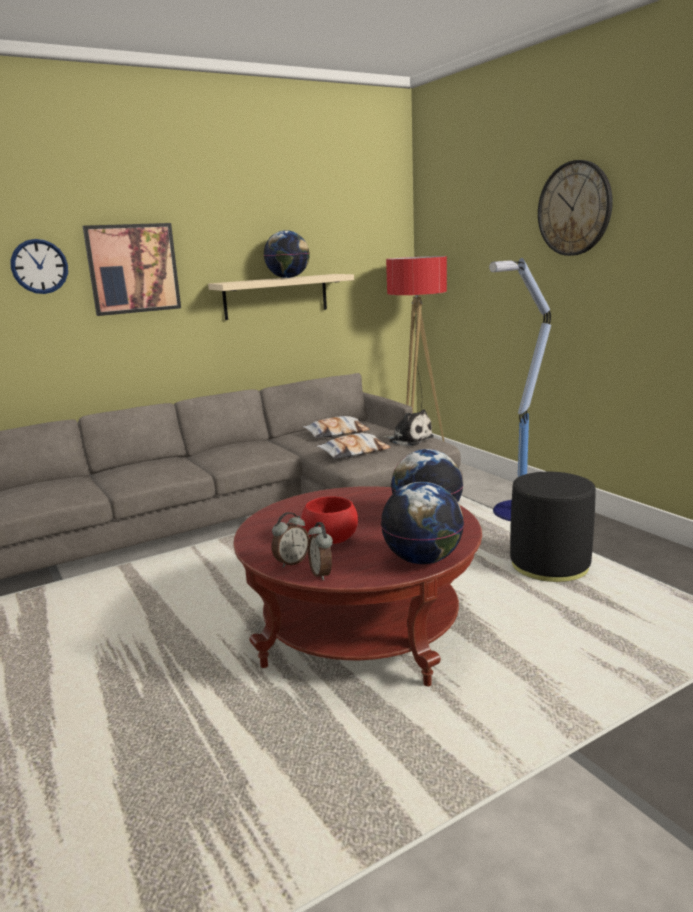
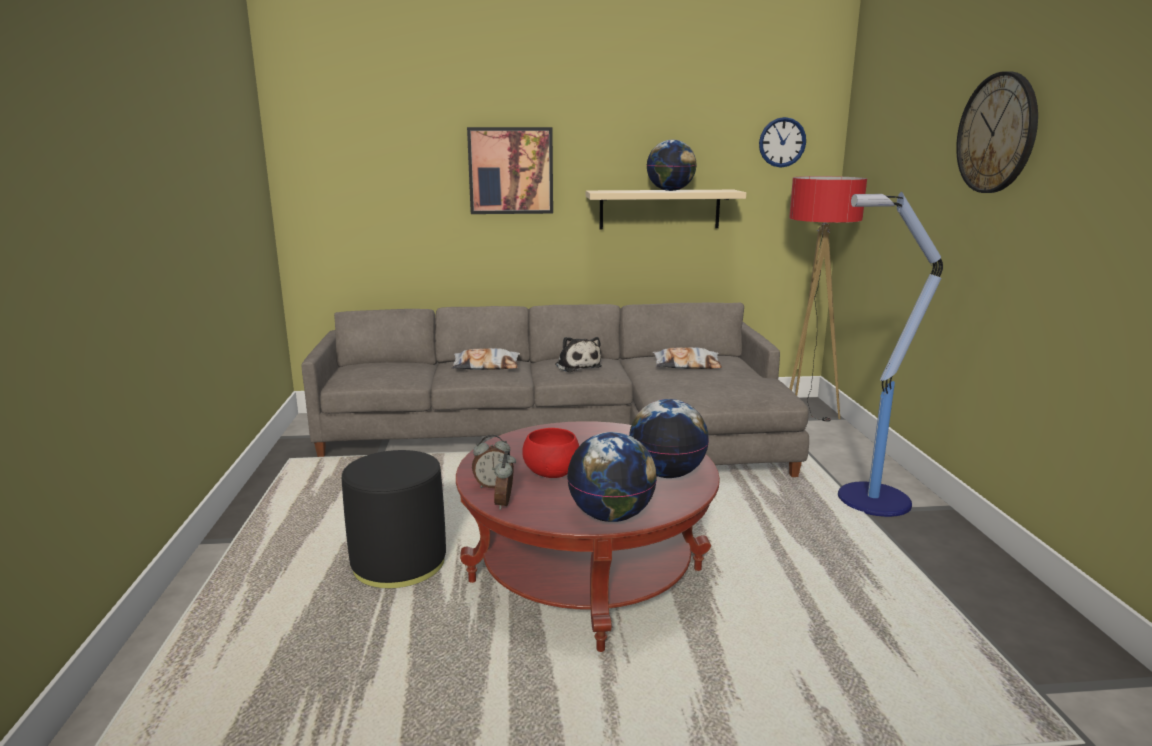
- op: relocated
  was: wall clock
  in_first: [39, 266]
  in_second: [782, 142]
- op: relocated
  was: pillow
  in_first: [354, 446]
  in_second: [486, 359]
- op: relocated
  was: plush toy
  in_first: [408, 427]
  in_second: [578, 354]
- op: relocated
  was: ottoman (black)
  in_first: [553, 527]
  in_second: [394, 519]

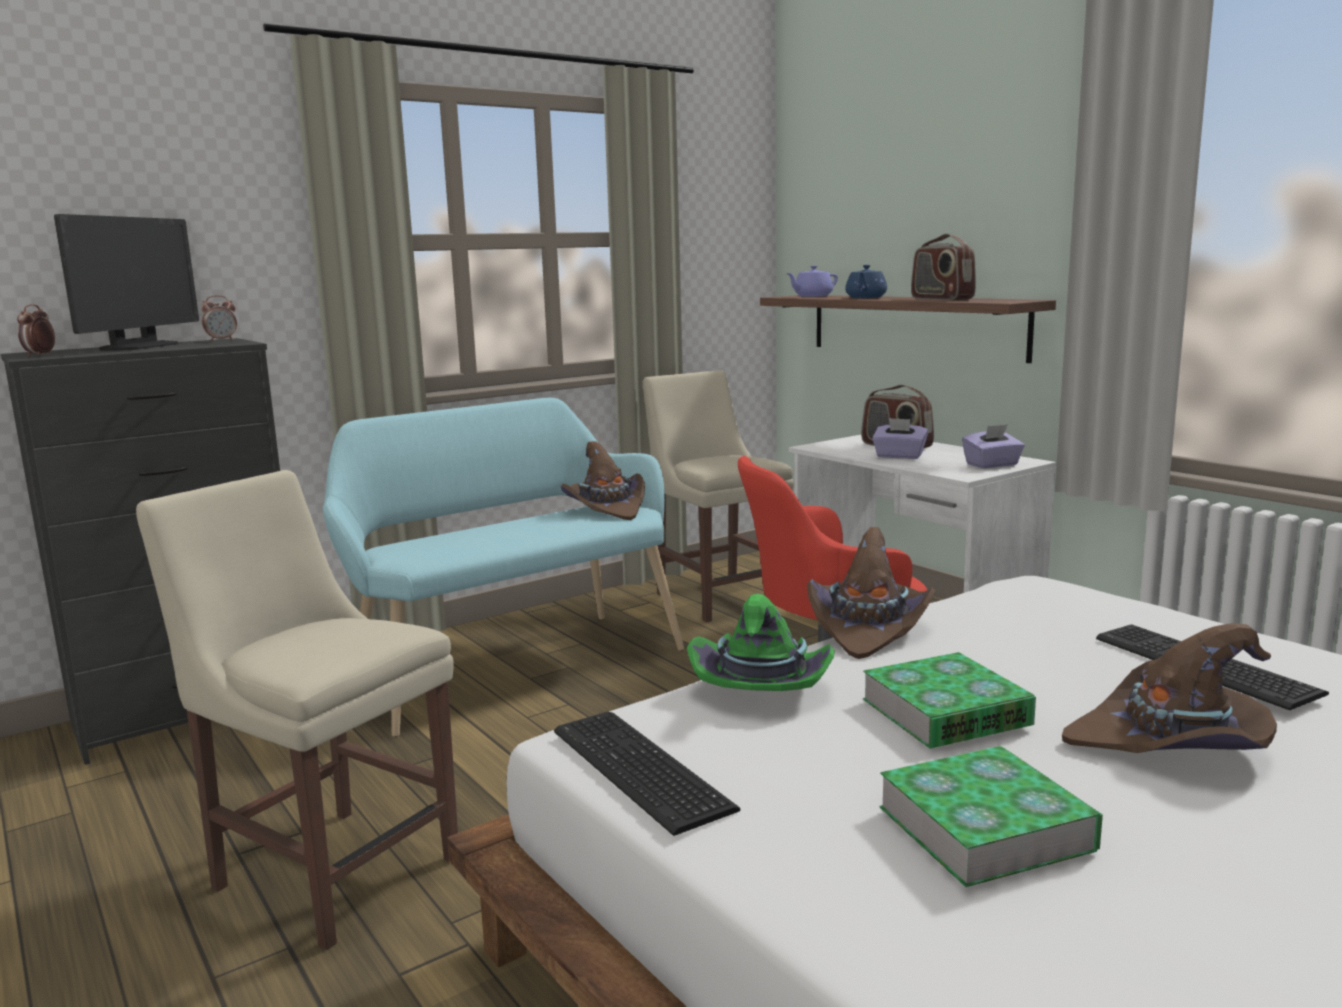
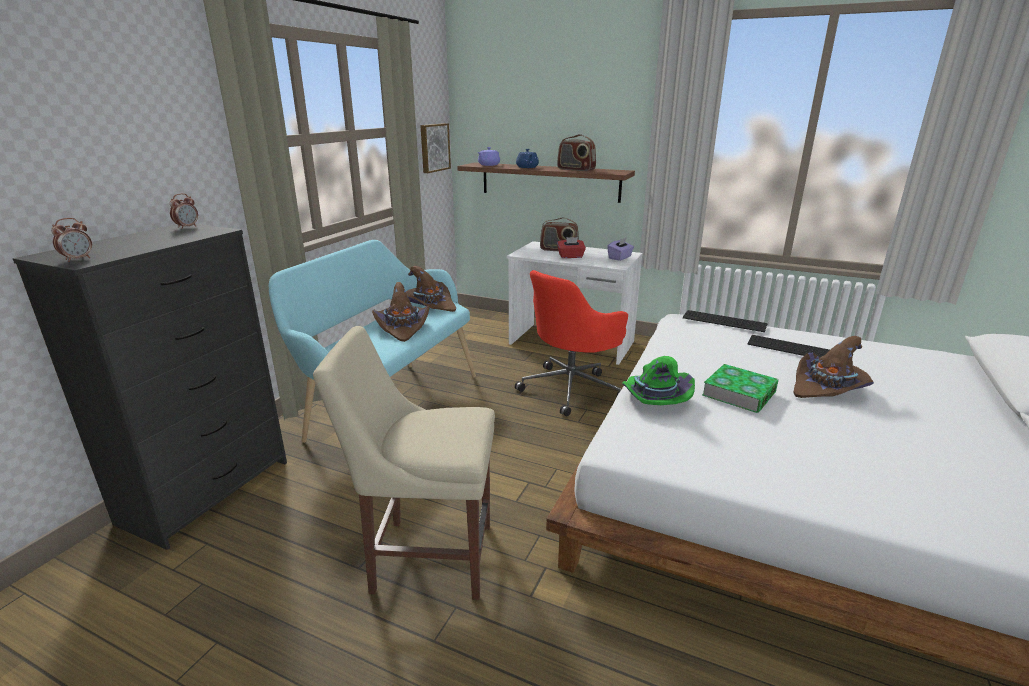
- op: missing
  was: monitor
  in_first: [126, 282]
- op: missing
  was: chair (beige)
  in_first: [718, 496]
- op: missing
  was: book
  in_first: [991, 816]
- op: appeared
  now: picture
  in_second: [435, 148]
- op: relocated
  was: keyboard
  in_first: [647, 774]
  in_second: [725, 321]
- op: relocated
  was: hat (brown)
  in_first: [871, 593]
  in_second: [400, 312]
- op: colour
  was: tissue box (purple)
  now: tissue box (red)
  in_first: [900, 438]
  in_second: [571, 247]
- op: spun
  was: alarm clock
  in_first: [36, 330]
  in_second: [71, 240]
  clockwise: -120

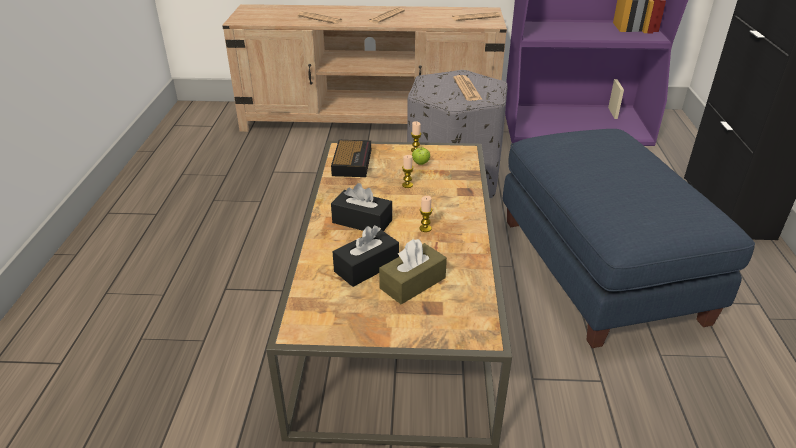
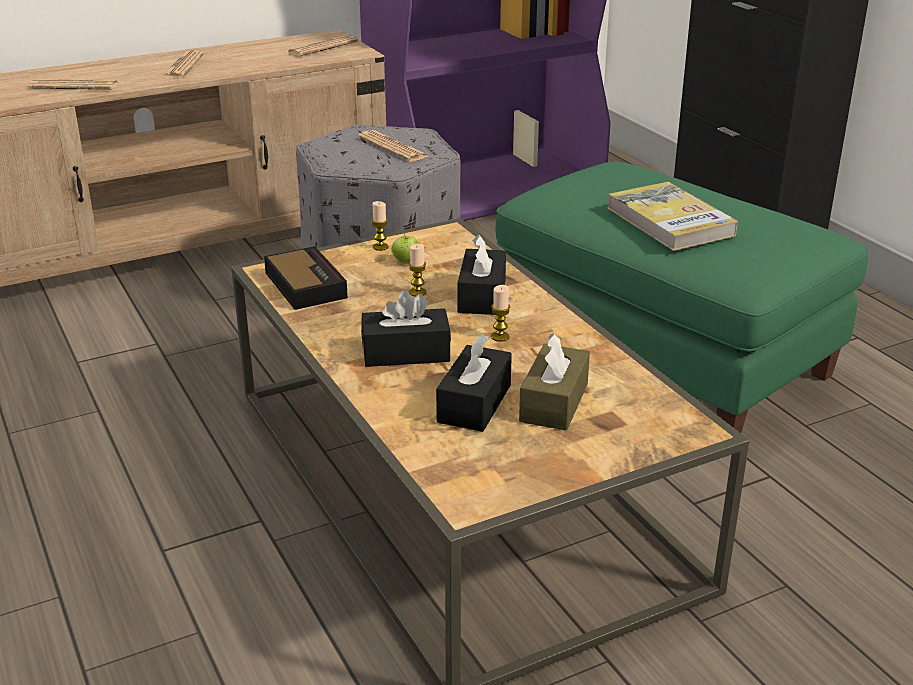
- op: appeared
  now: tissue box (black)
  in_second: [482, 275]
- op: appeared
  now: book
  in_second: [672, 216]
- op: colour
  was: ottoman (blue)
  now: ottoman (green)
  in_first: [629, 238]
  in_second: [682, 297]

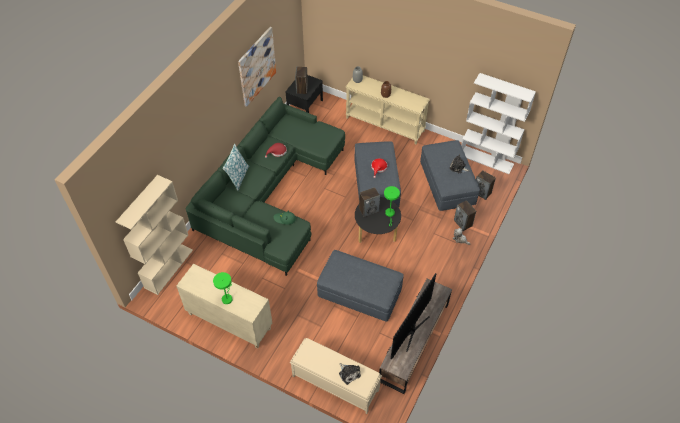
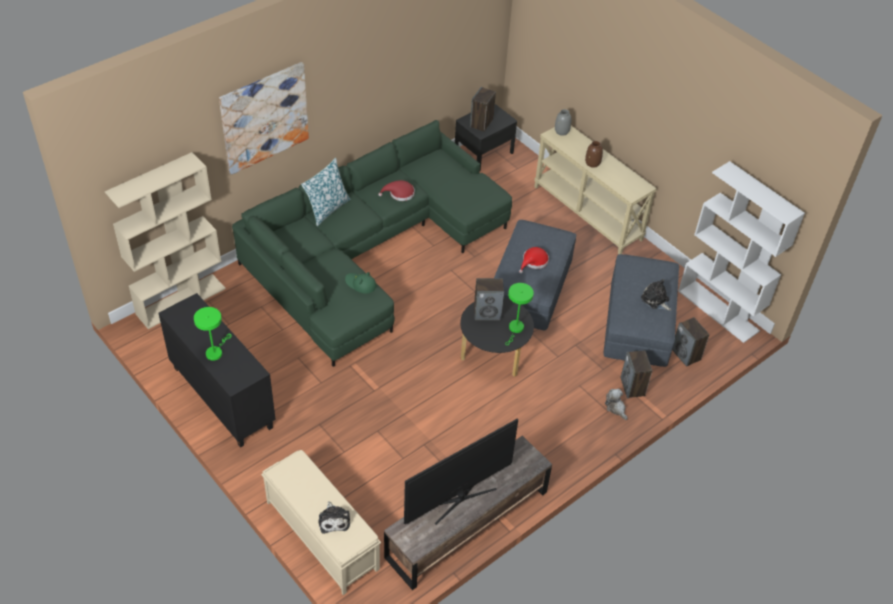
- op: missing
  was: ottoman (grey)
  in_first: [360, 286]
- op: relocated
  was: picture
  in_first: [257, 67]
  in_second: [264, 118]
- op: colour
  was: cabinet (beige)
  now: cabinet (black)
  in_first: [224, 306]
  in_second: [217, 370]

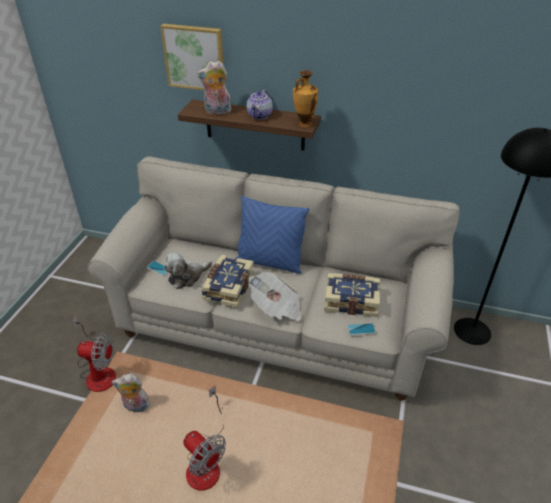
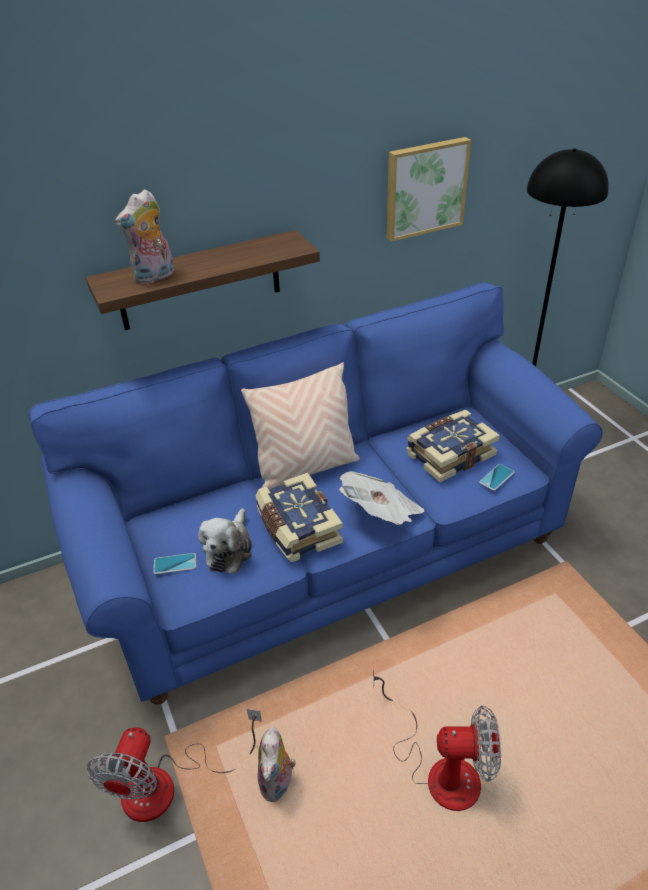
- op: missing
  was: teapot
  in_first: [259, 104]
- op: missing
  was: vase
  in_first: [305, 98]
- op: relocated
  was: picture
  in_first: [192, 57]
  in_second: [429, 189]
- op: colour
  was: sofa (beige)
  now: sofa (blue)
  in_first: [273, 278]
  in_second: [315, 493]
- op: colour
  was: pillow (blue)
  now: pillow (beige)
  in_first: [272, 234]
  in_second: [300, 425]
- op: spun
  was: fan
  in_first: [94, 354]
  in_second: [174, 765]
  clockwise: 135
- op: spun
  was: plush toy
  in_first: [131, 393]
  in_second: [277, 764]
  clockwise: -45

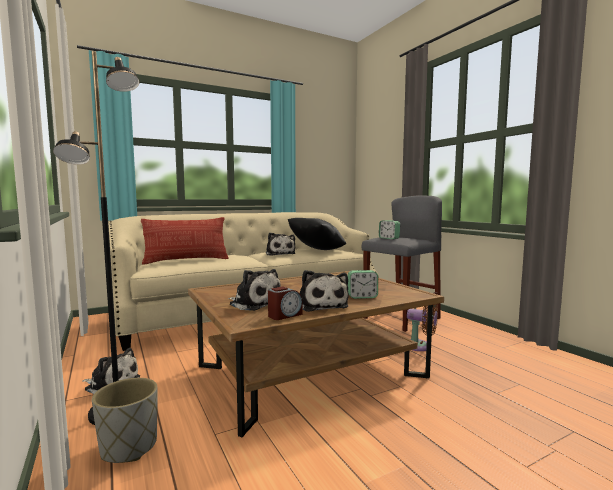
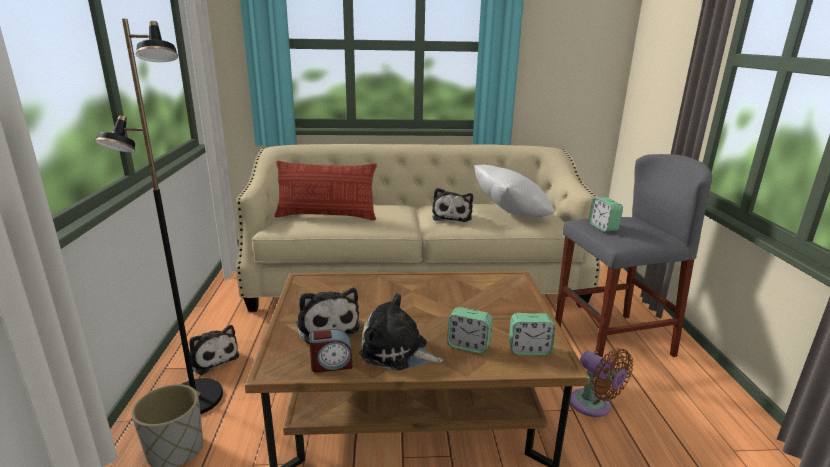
- op: appeared
  now: alarm clock
  in_second: [532, 334]
- op: colour
  was: pillow (black)
  now: pillow (white)
  in_first: [317, 234]
  in_second: [514, 191]
- op: spun
  was: plush toy
  in_first: [324, 291]
  in_second: [401, 332]
  clockwise: 105

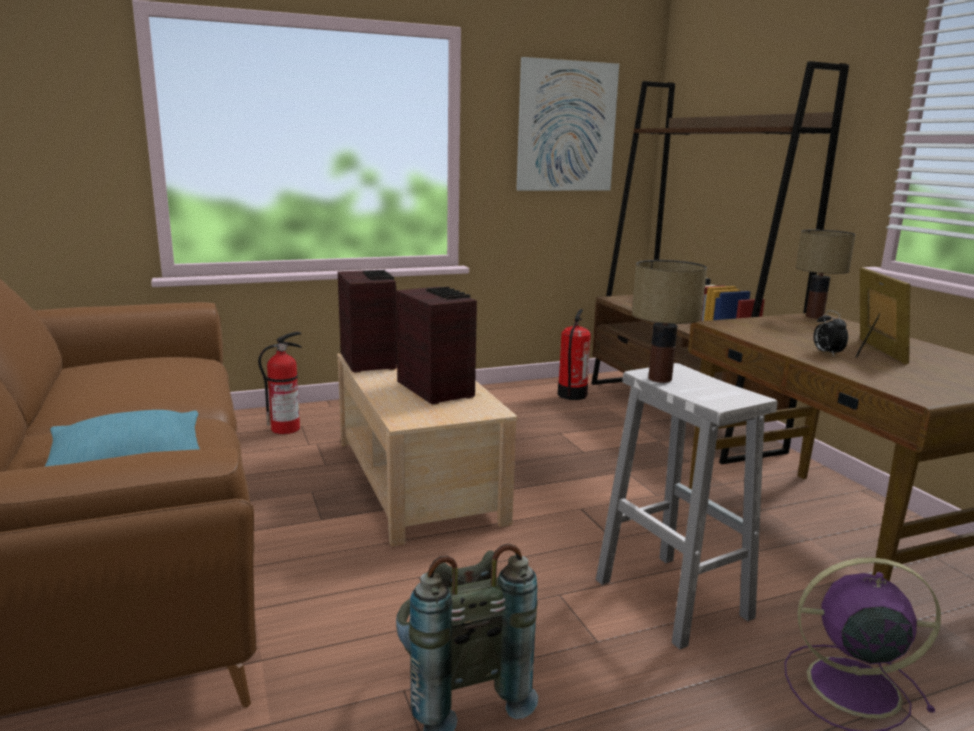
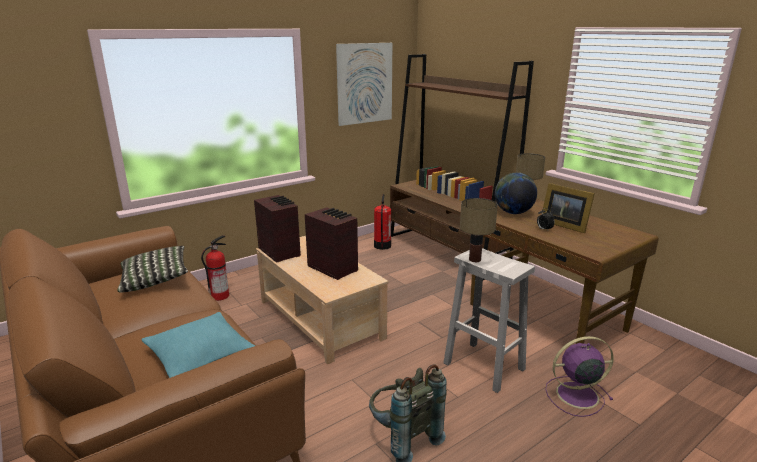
- op: appeared
  now: pillow
  in_second: [152, 269]
- op: appeared
  now: globe
  in_second: [516, 193]
- op: spun
  was: picture frame
  in_first: [882, 315]
  in_second: [569, 208]
  clockwise: 150

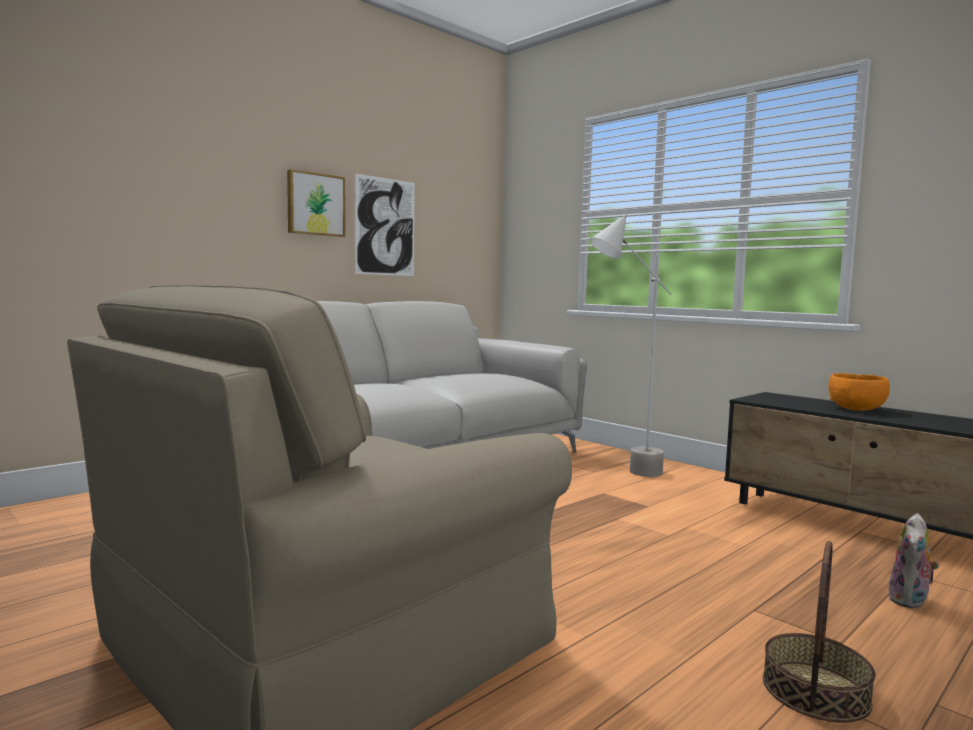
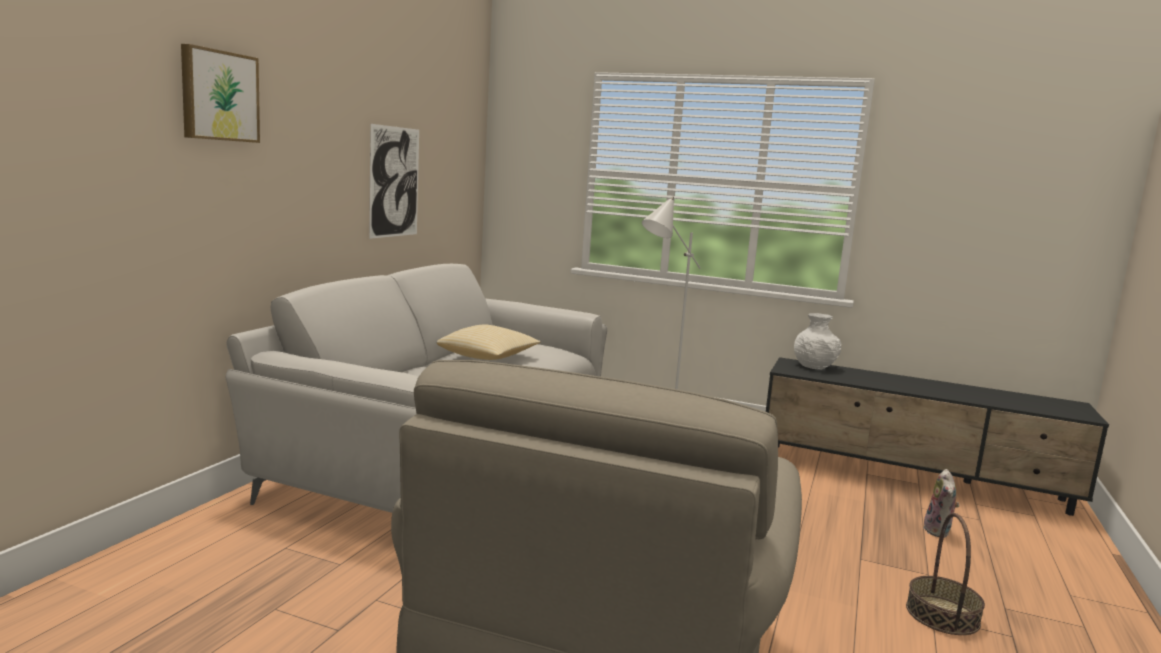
- op: missing
  was: bowl (orange)
  in_first: [859, 392]
- op: appeared
  now: pillow
  in_second: [489, 342]
- op: appeared
  now: vase (white)
  in_second: [817, 341]
- op: relocated
  was: picture
  in_first: [316, 203]
  in_second: [220, 93]

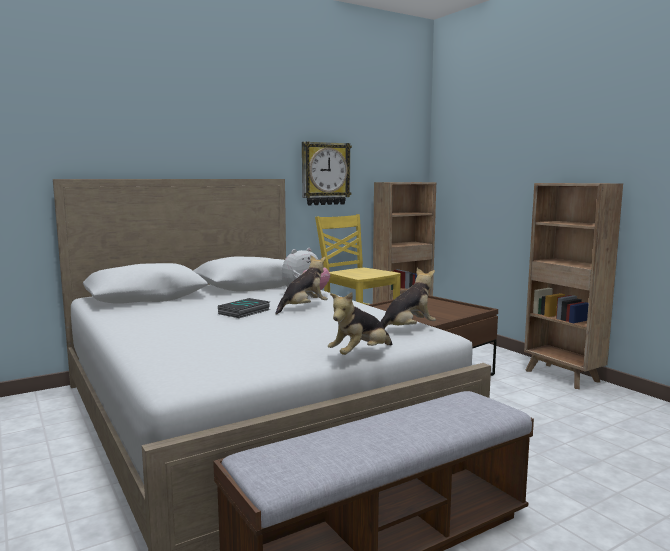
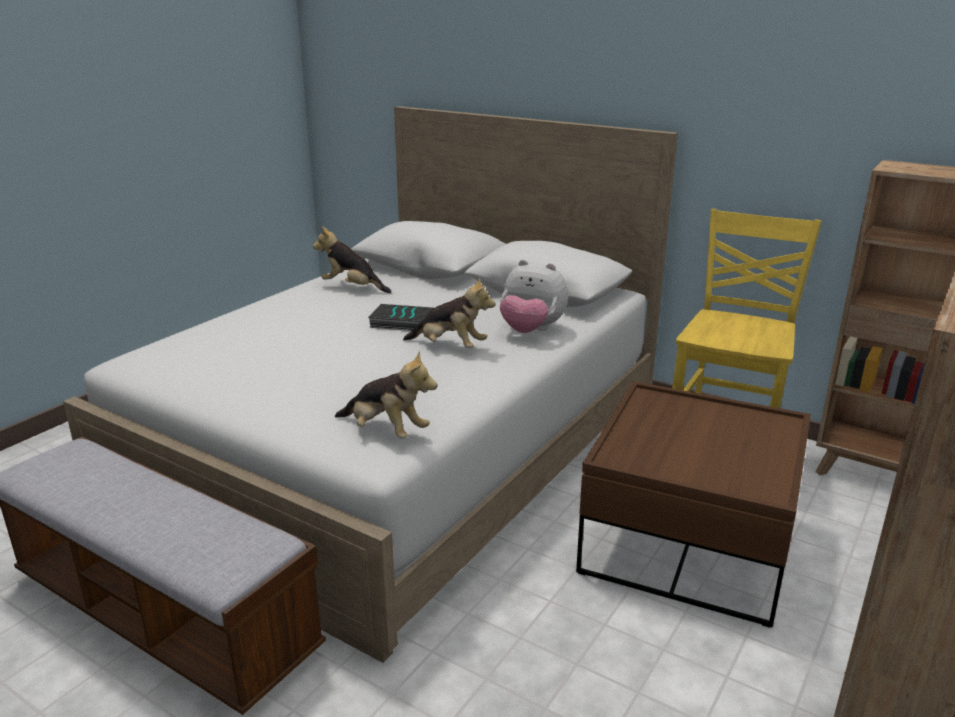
- op: missing
  was: wall clock
  in_first: [327, 173]
- op: relocated
  was: plush toy
  in_first: [360, 323]
  in_second: [352, 259]

